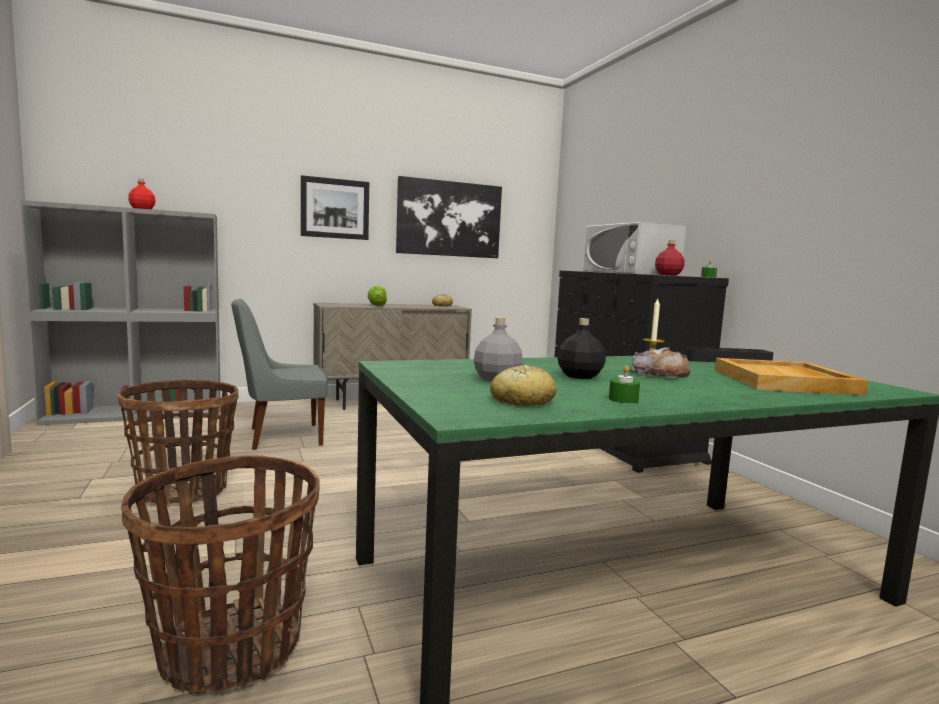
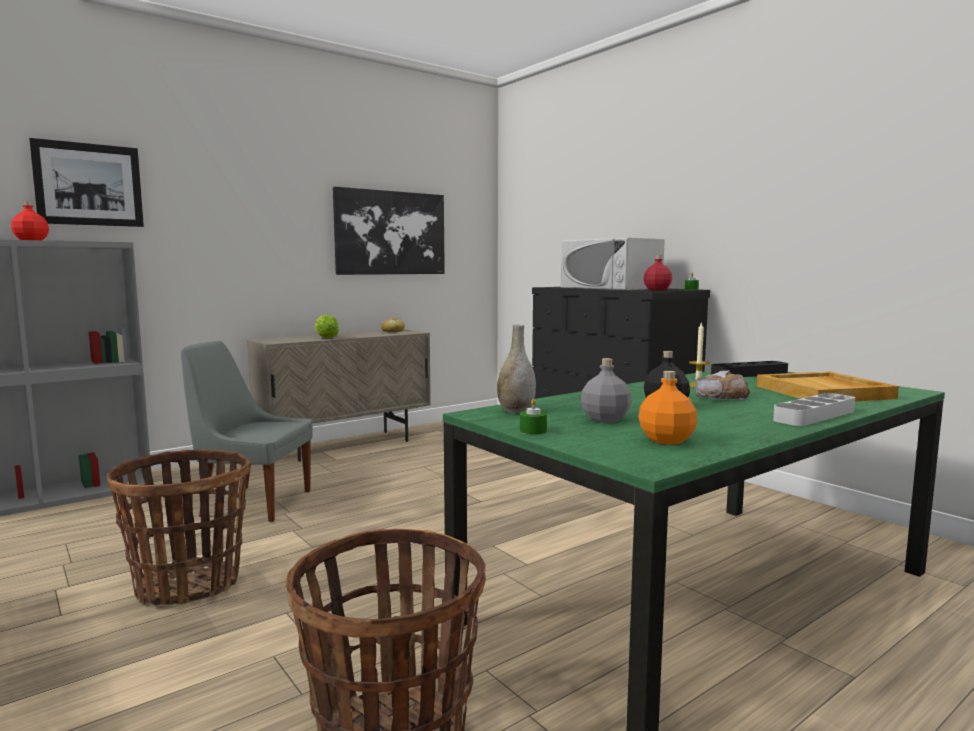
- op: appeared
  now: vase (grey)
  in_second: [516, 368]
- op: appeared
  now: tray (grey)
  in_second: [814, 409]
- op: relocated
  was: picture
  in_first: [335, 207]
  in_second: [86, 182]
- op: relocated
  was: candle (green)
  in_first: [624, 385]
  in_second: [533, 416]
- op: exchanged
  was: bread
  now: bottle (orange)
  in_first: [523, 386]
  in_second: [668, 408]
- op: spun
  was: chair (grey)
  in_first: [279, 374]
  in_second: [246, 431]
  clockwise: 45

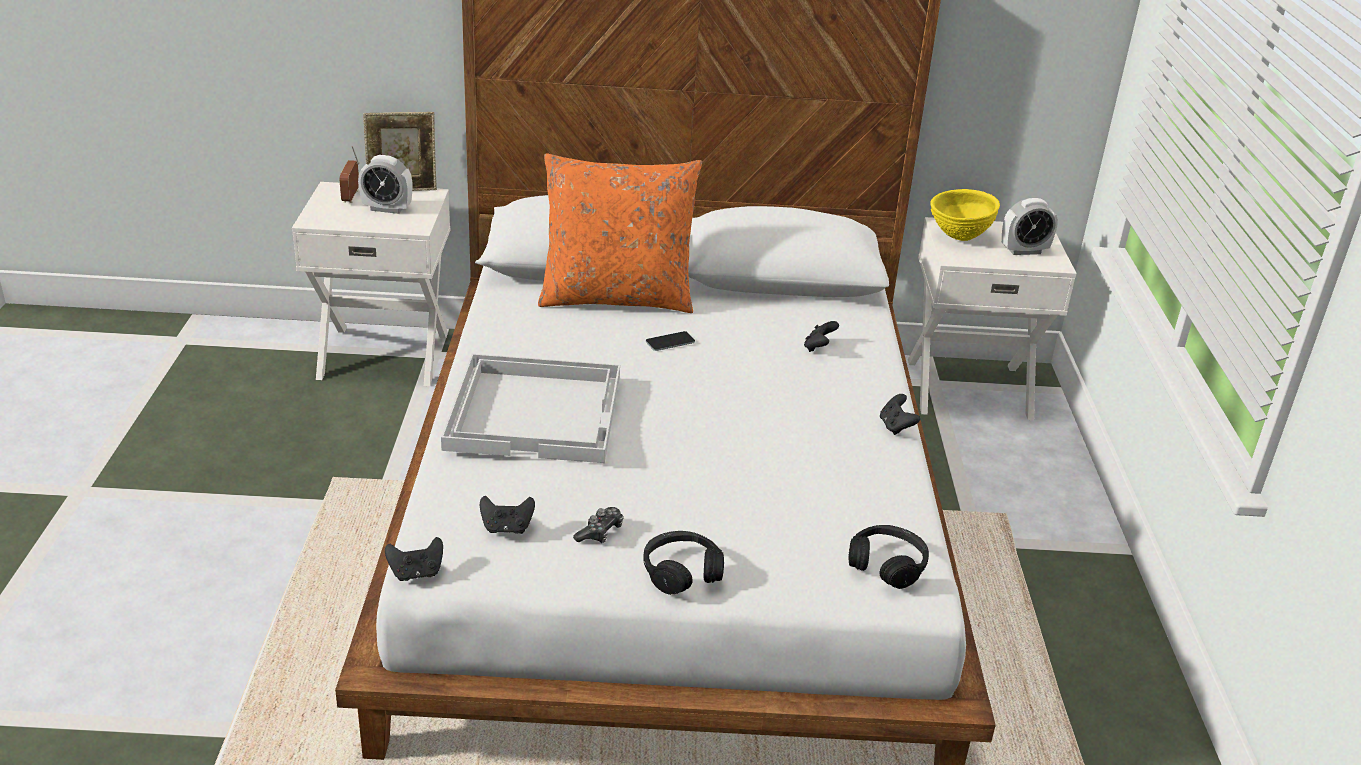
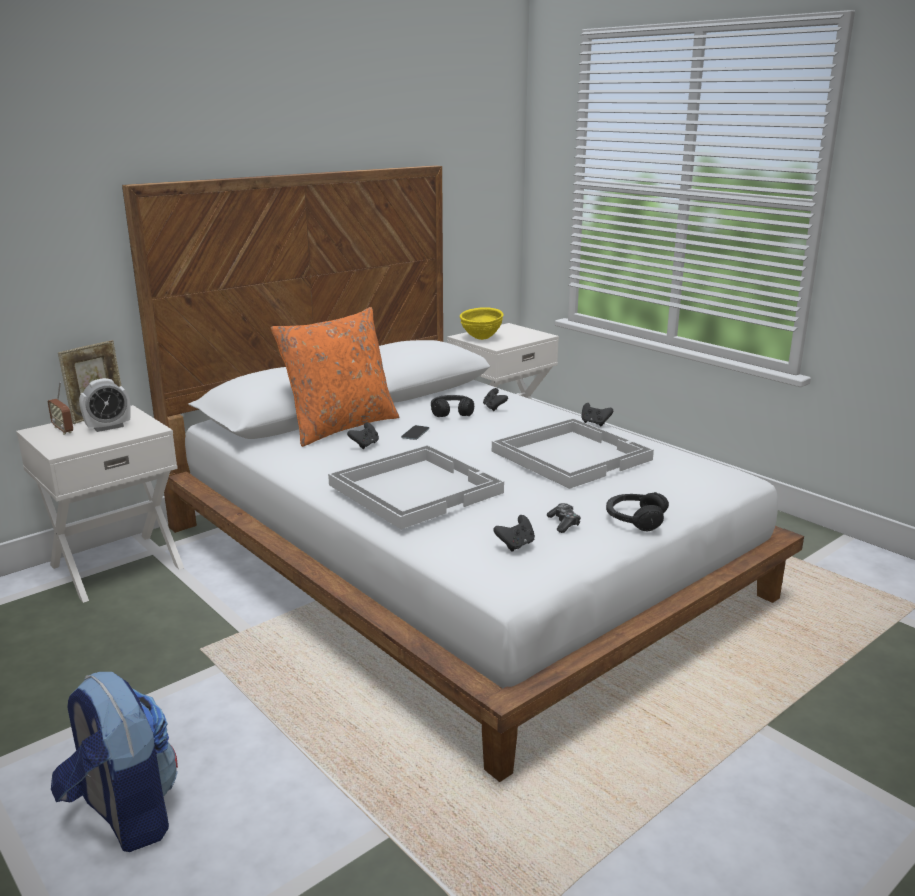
- op: missing
  was: alarm clock
  in_first: [1030, 226]
- op: appeared
  now: backpack
  in_second: [114, 762]
- op: appeared
  now: tray (white)
  in_second: [573, 453]
- op: relocated
  was: game controller (black)
  in_first: [414, 559]
  in_second: [363, 435]
- op: relocated
  was: headphones (black)
  in_first: [889, 557]
  in_second: [452, 406]

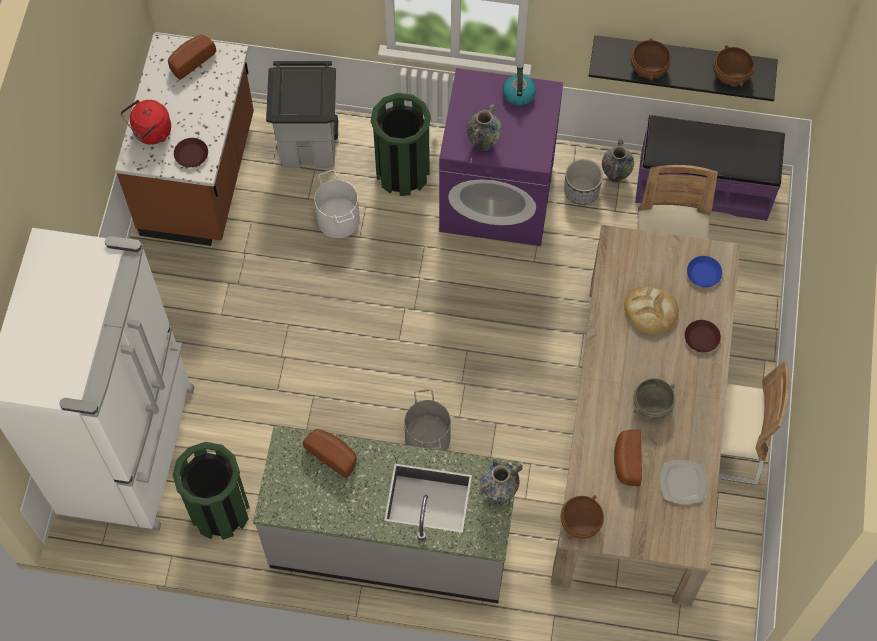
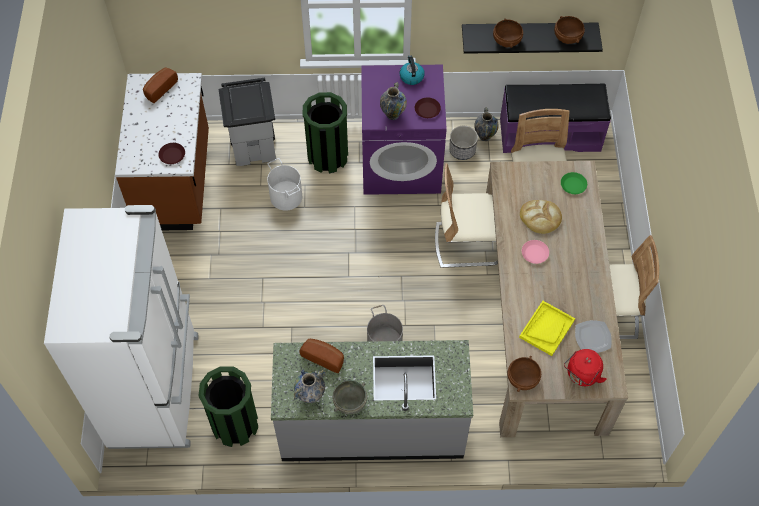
- op: appeared
  now: chair (beige)
  in_second: [466, 215]
- op: appeared
  now: plate (pink)
  in_second: [535, 252]
- op: relocated
  was: kettle (red)
  in_first: [146, 122]
  in_second: [585, 367]
- op: relocated
  was: vase
  in_first: [501, 480]
  in_second: [309, 386]
- op: relocated
  was: bowl (grey)
  in_first: [654, 398]
  in_second: [350, 397]
- op: relocated
  was: plate (brown)
  in_first: [703, 336]
  in_second: [428, 107]
- op: exchanged
  was: bread
  now: tray (yellow)
  in_first: [628, 457]
  in_second: [547, 328]
- op: colour
  was: plate (blue)
  now: plate (green)
  in_first: [704, 271]
  in_second: [574, 183]

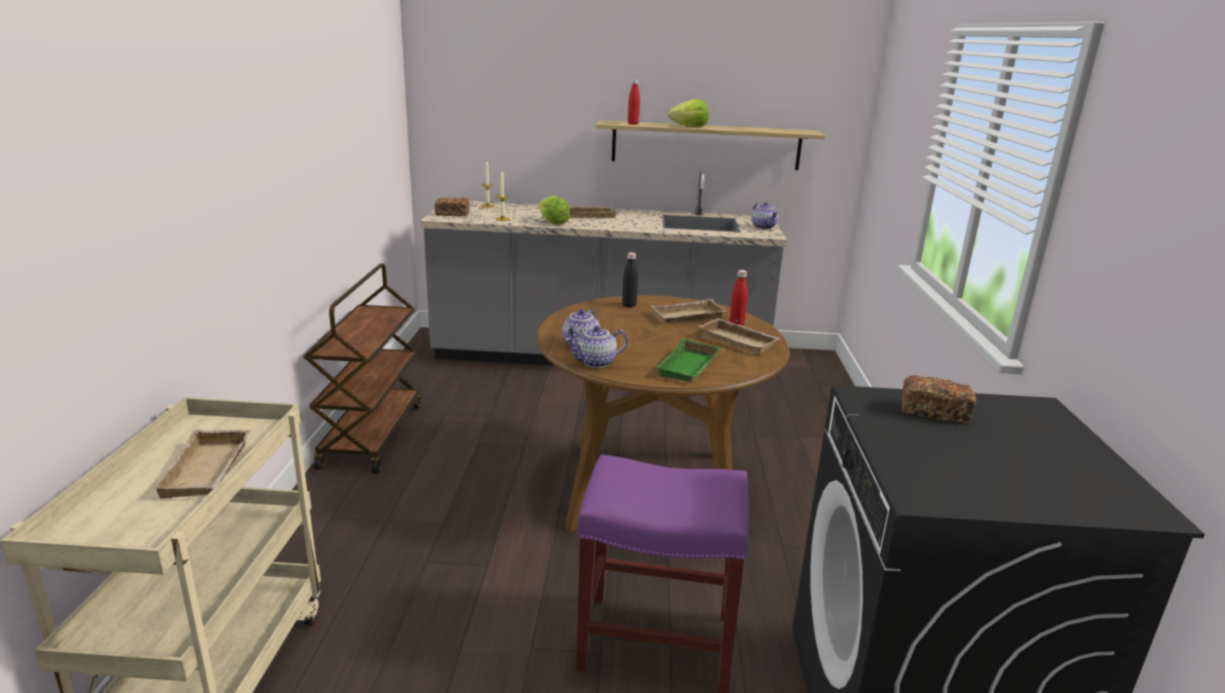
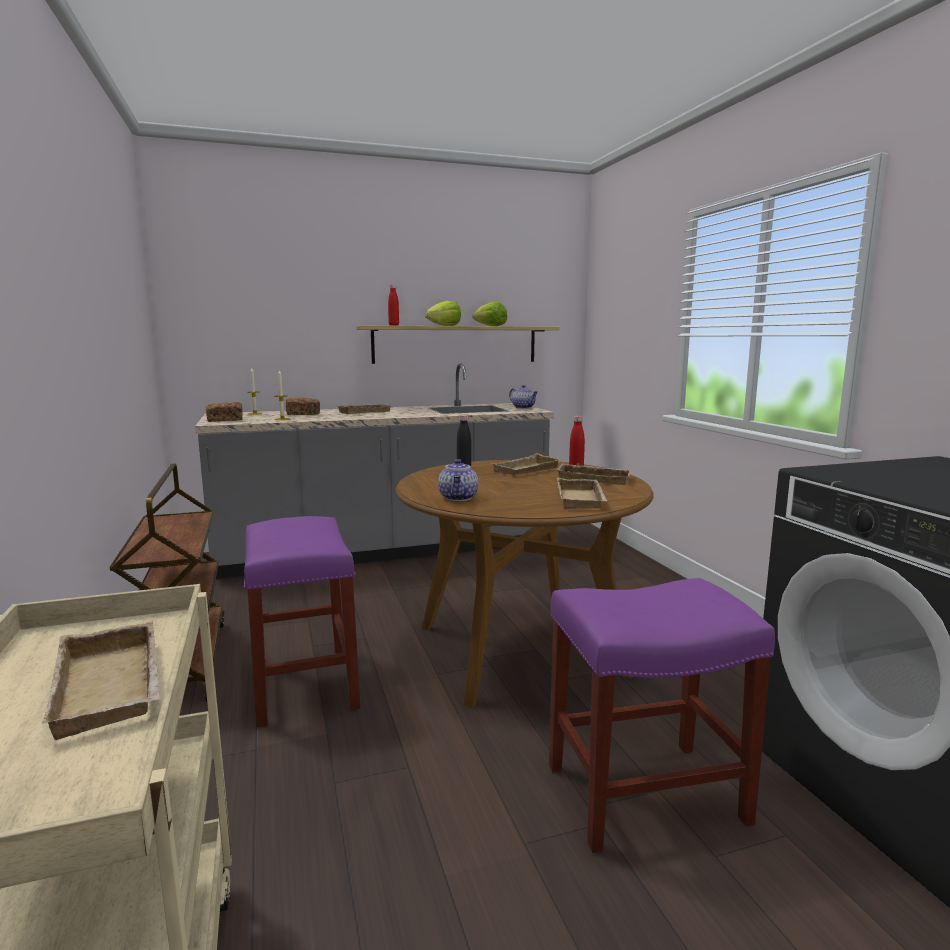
- op: missing
  was: teapot
  in_first: [596, 347]
- op: appeared
  now: stool (purple)
  in_second: [302, 622]
- op: relocated
  was: lettuce
  in_first: [554, 210]
  in_second: [490, 314]
- op: relocated
  was: bread
  in_first: [939, 399]
  in_second: [303, 406]
- op: colour
  was: tray (green)
  now: tray (beige)
  in_first: [689, 360]
  in_second: [582, 493]

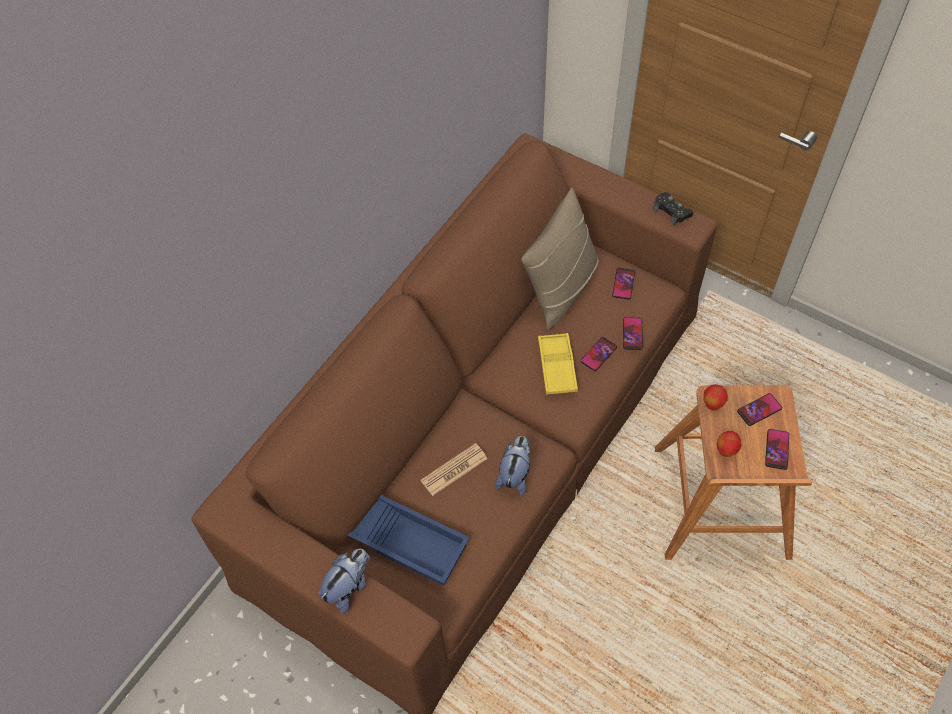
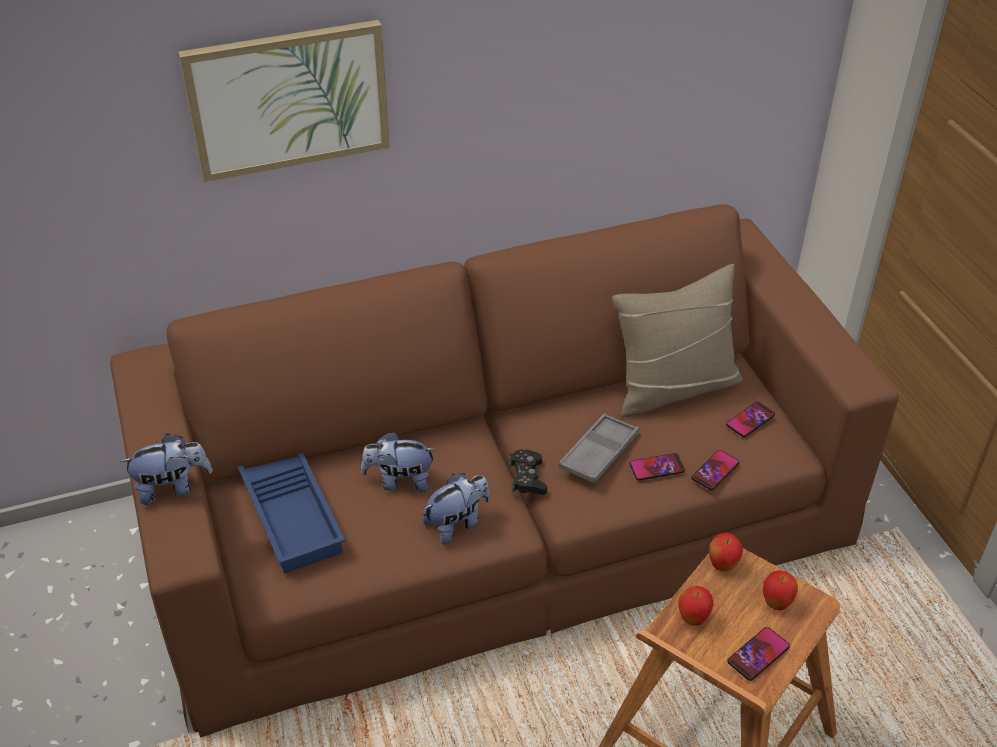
- op: appeared
  now: picture
  in_second: [284, 101]
- op: relocated
  was: game controller (black)
  in_first: [673, 209]
  in_second: [527, 472]
- op: exchanged
  was: newspaper
  now: plush toy
  in_first: [454, 469]
  in_second: [398, 462]
- op: exchanged
  was: phone
  now: apple
  in_first: [759, 409]
  in_second: [780, 590]
- op: colour
  was: tray (yellow)
  now: tray (grey)
  in_first: [558, 364]
  in_second: [599, 448]

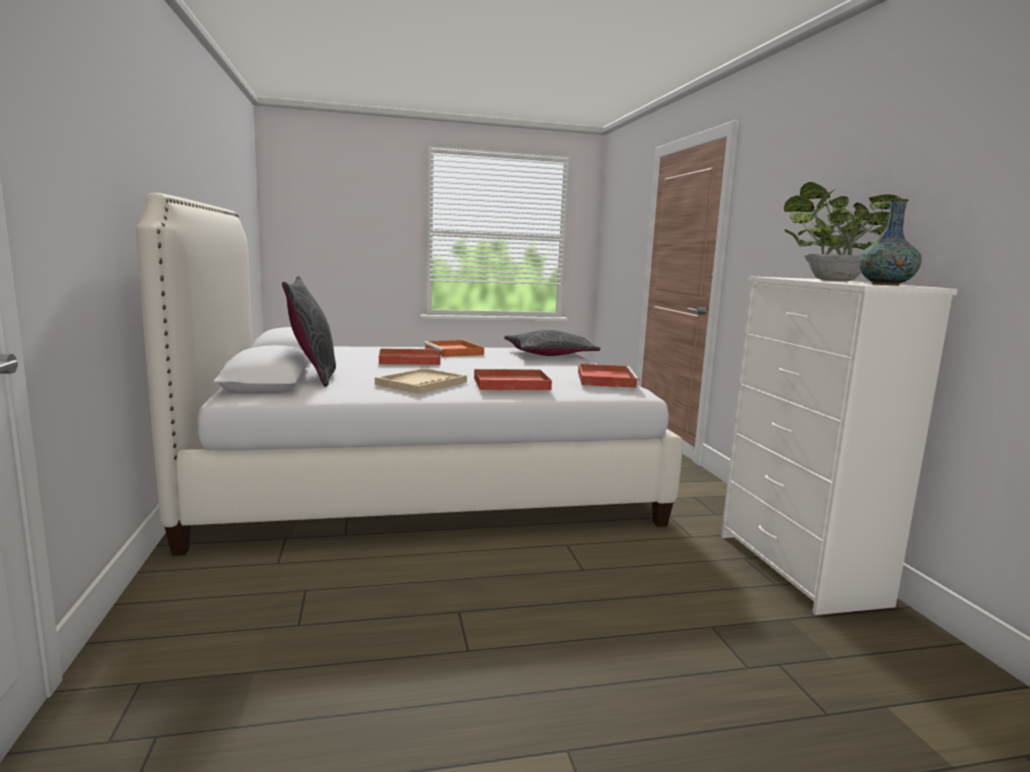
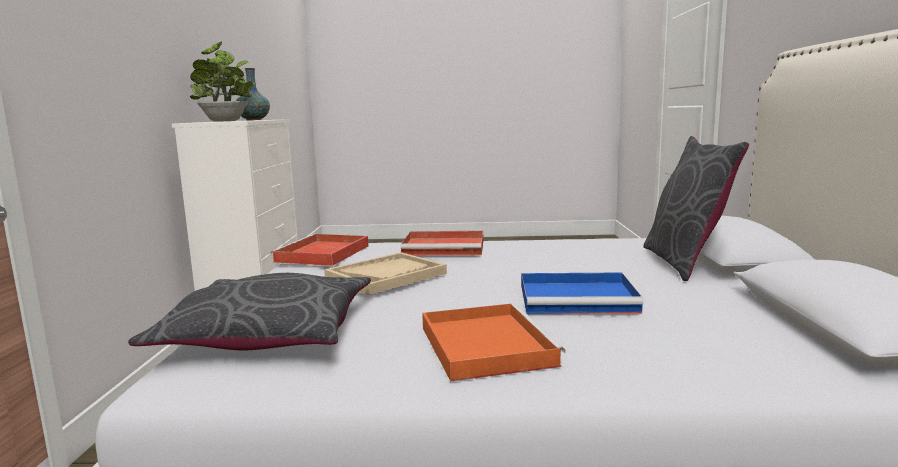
- op: relocated
  was: tray (beige)
  in_first: [421, 381]
  in_second: [385, 273]
- op: colour
  was: tray (red)
  now: tray (blue)
  in_first: [410, 356]
  in_second: [582, 293]

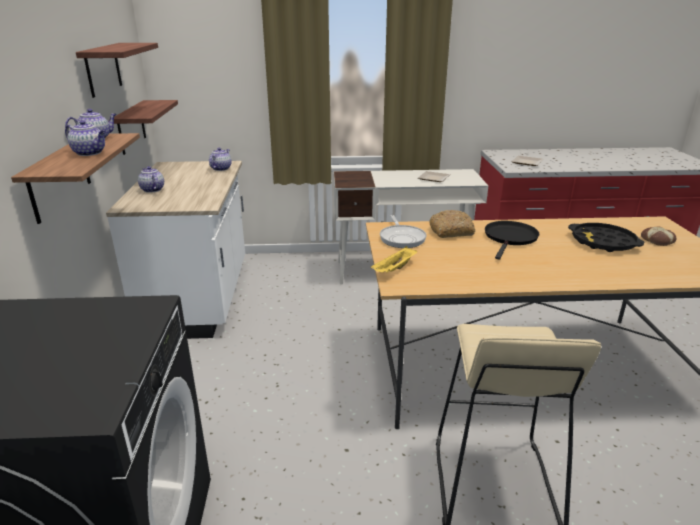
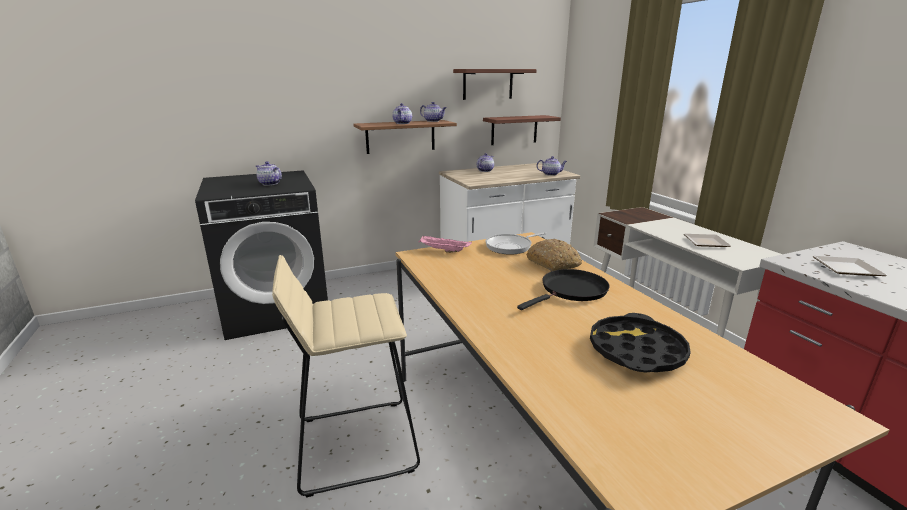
- op: missing
  was: bread
  in_first: [658, 236]
- op: appeared
  now: teapot
  in_second: [269, 173]
- op: colour
  was: tray (yellow)
  now: tray (pink)
  in_first: [394, 259]
  in_second: [445, 244]
- op: spun
  was: frying pan (black)
  in_first: [512, 240]
  in_second: [563, 289]
  clockwise: -45

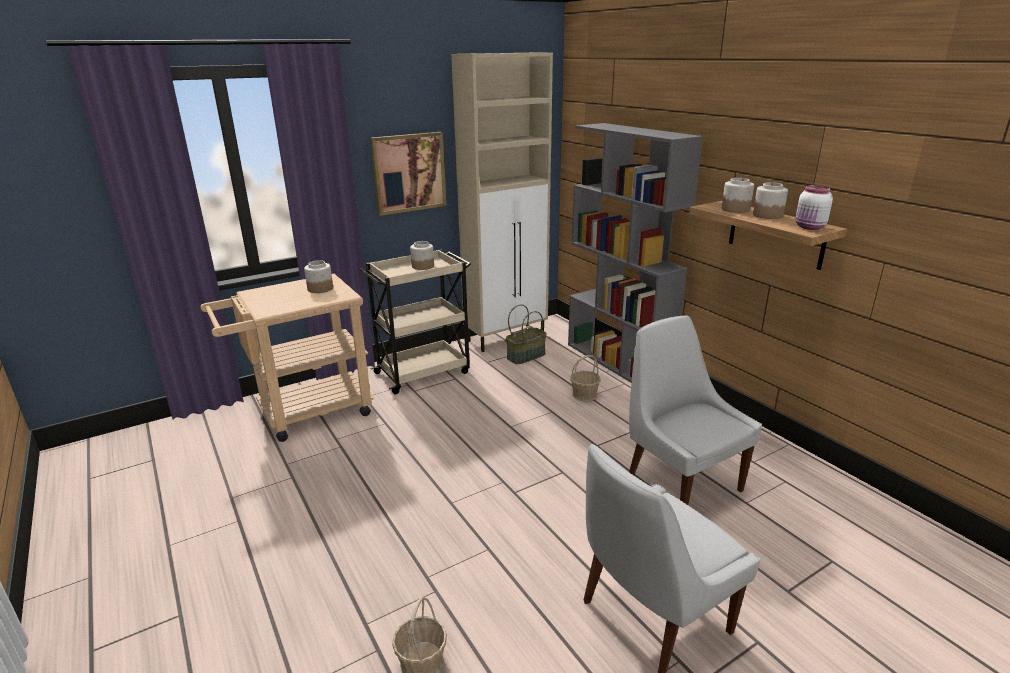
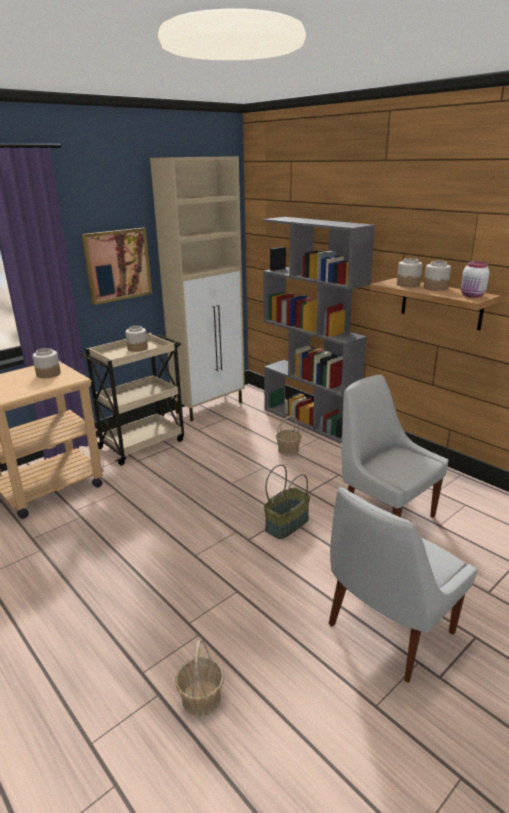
- op: relocated
  was: basket
  in_first: [526, 334]
  in_second: [287, 501]

